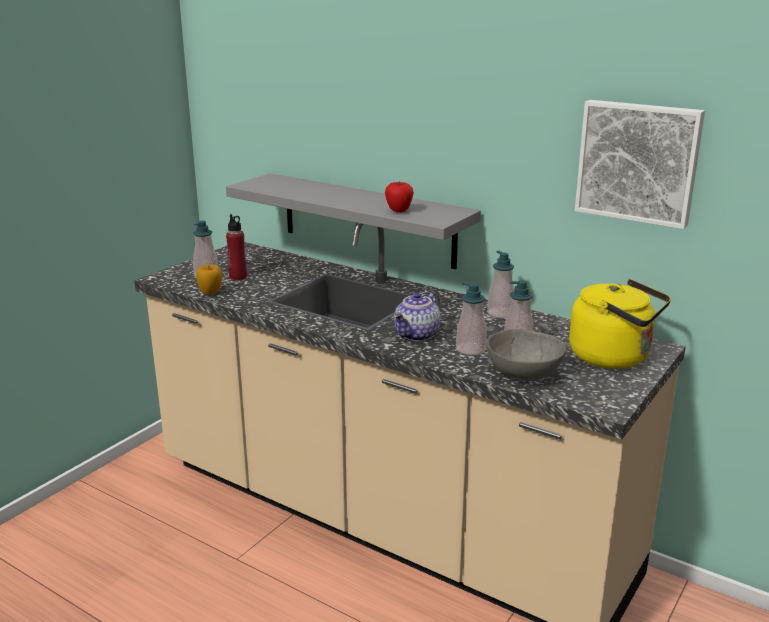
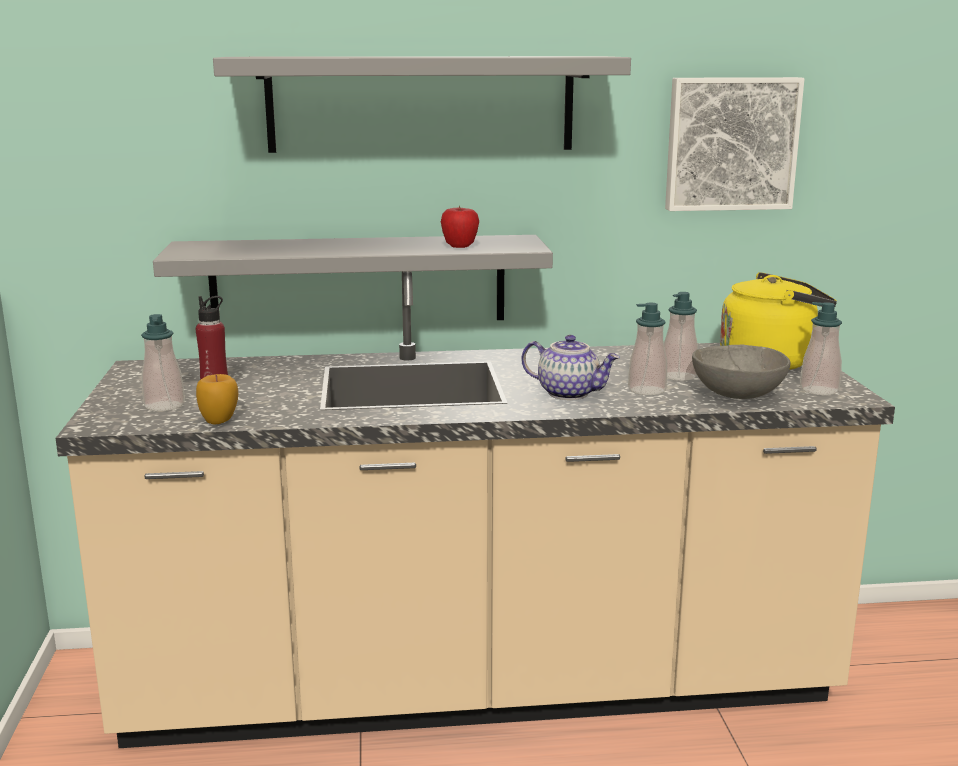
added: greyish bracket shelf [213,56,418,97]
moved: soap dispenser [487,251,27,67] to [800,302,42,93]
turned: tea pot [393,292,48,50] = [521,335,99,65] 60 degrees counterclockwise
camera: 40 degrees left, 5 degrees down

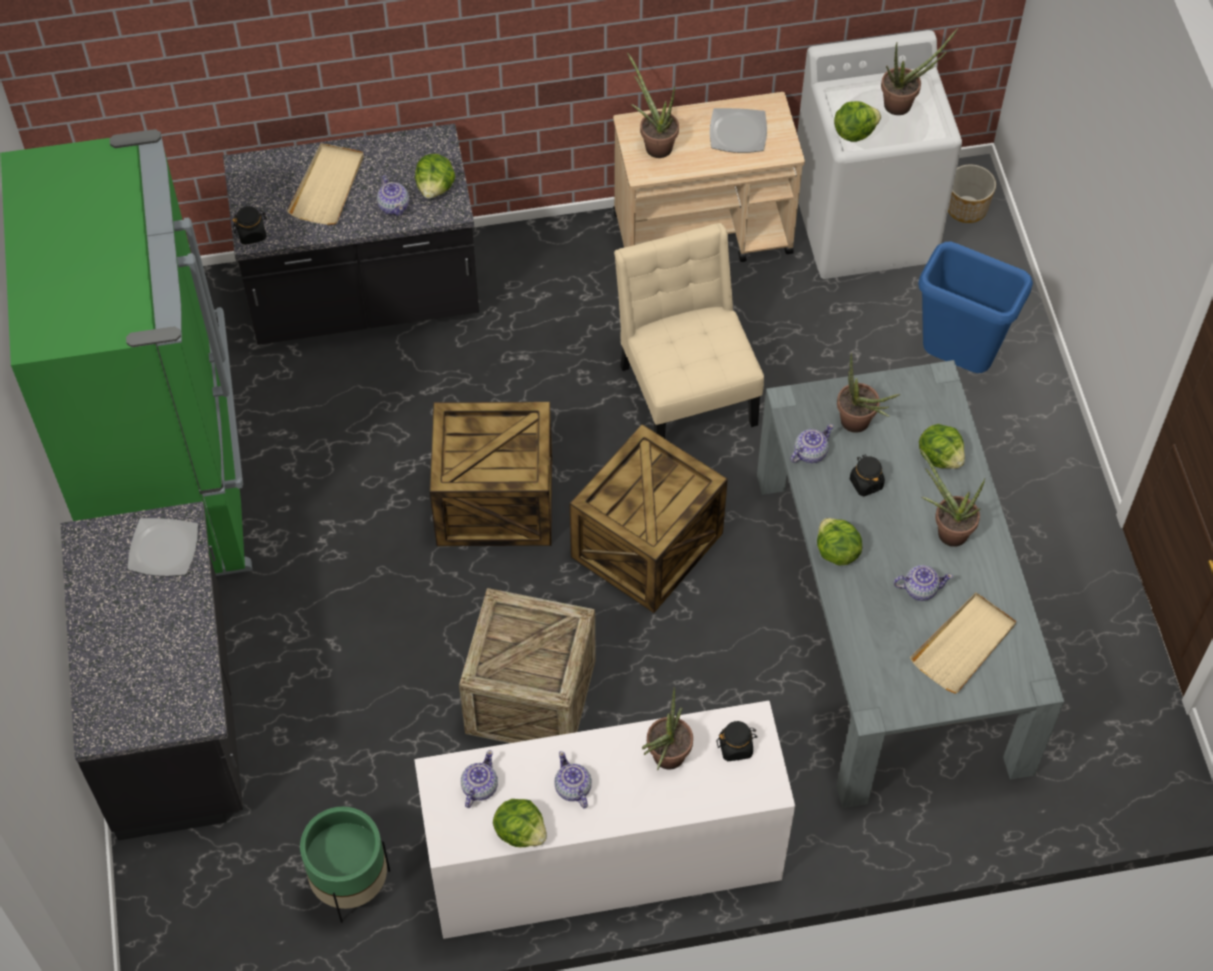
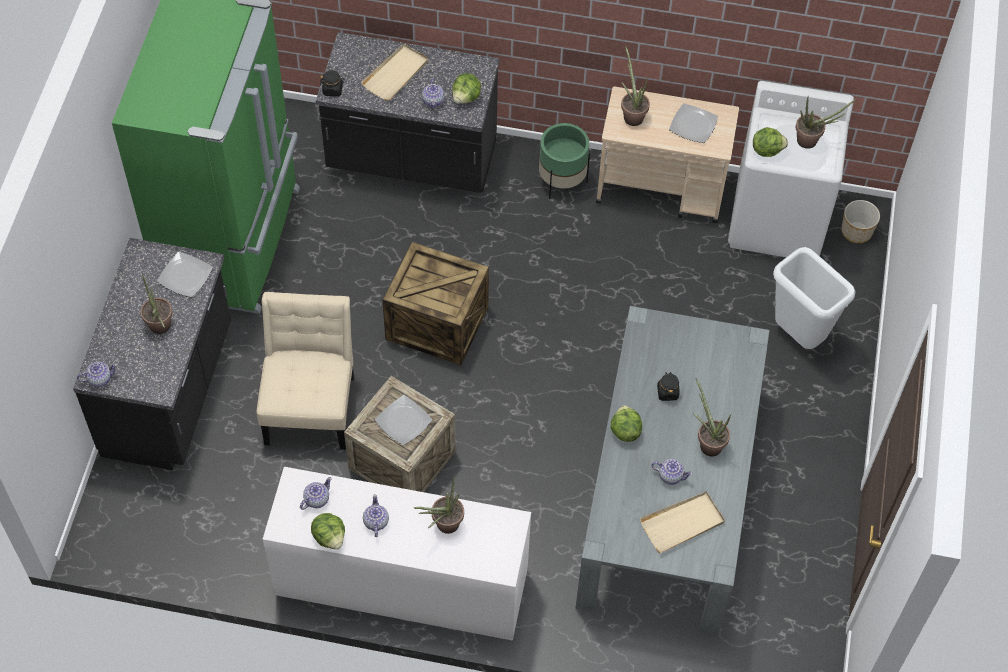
removed: crate [570,424,158,189]; head of lettuce [919,424,46,45]; blackish storage jar [717,721,41,40]
added: flat dish [375,395,57,50]
moved: beige-coloured upright chair [614,223,150,215] to [257,292,98,158]; potted plant [837,353,63,80] to [141,274,32,60]; tea pot [790,424,44,39] to [77,362,40,25]; green-coloured plant pot [300,807,90,116] to [539,123,51,76]
recoloured: blue-coloured trash can [918,242,115,131] to white-coloured trash can [773,247,83,102]
camera: 20 degrees right, 0 degrees up

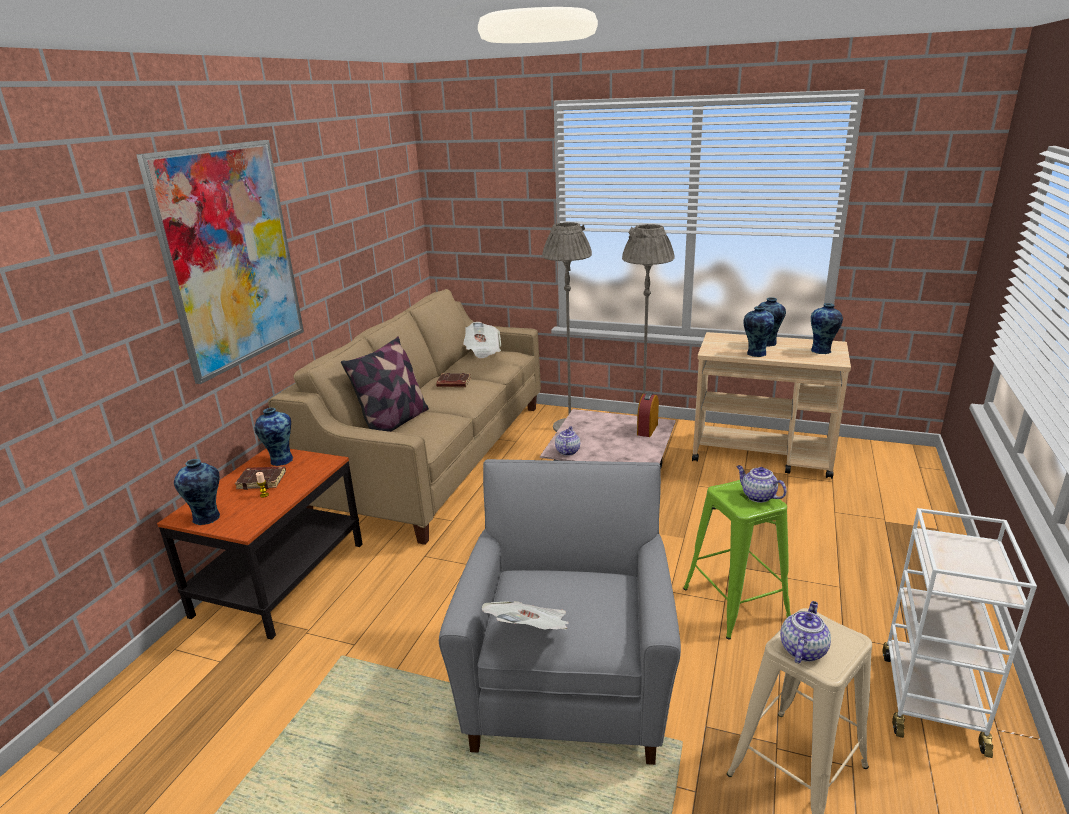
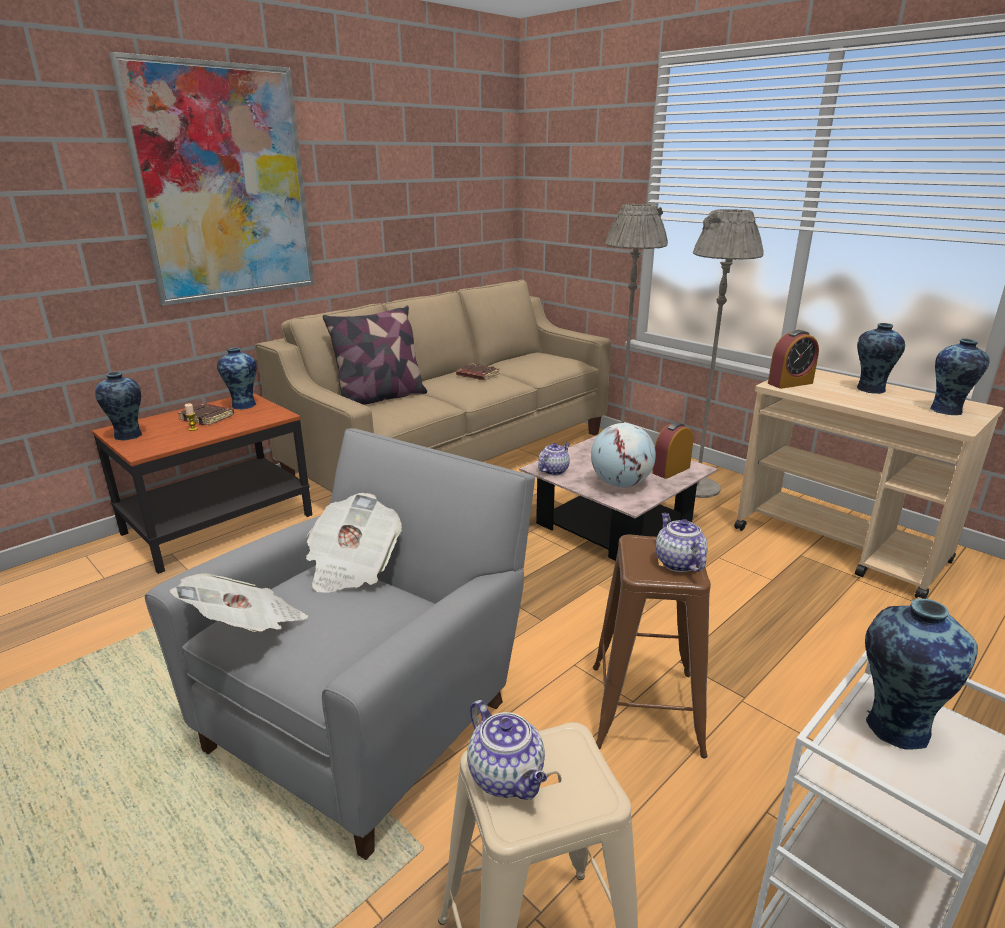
added: bedside clock [768,330,51,59]; globe [591,423,65,64]
moved: decorative vase [744,306,30,51] to [865,599,113,151]; newspaper [463,322,38,37] to [306,493,96,100]
recoloured: green-coloured sitting stool [683,480,108,160] to brown-coloured sitting stool [593,535,118,223]
turned: tea pot [780,601,51,62] = [467,700,80,100] 90 degrees clockwise
camera: 25 degrees right, 0 degrees up

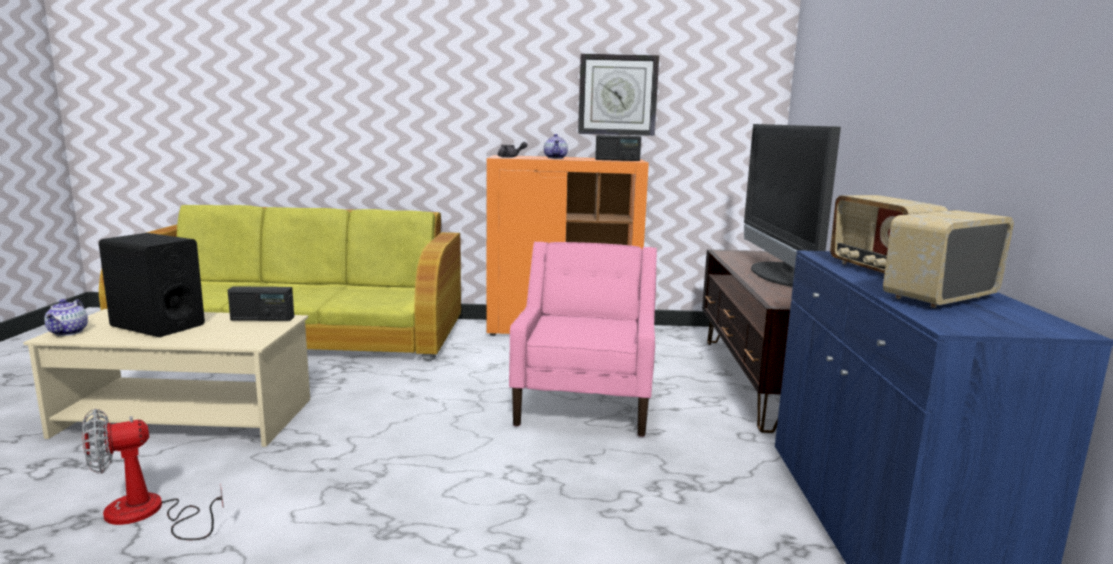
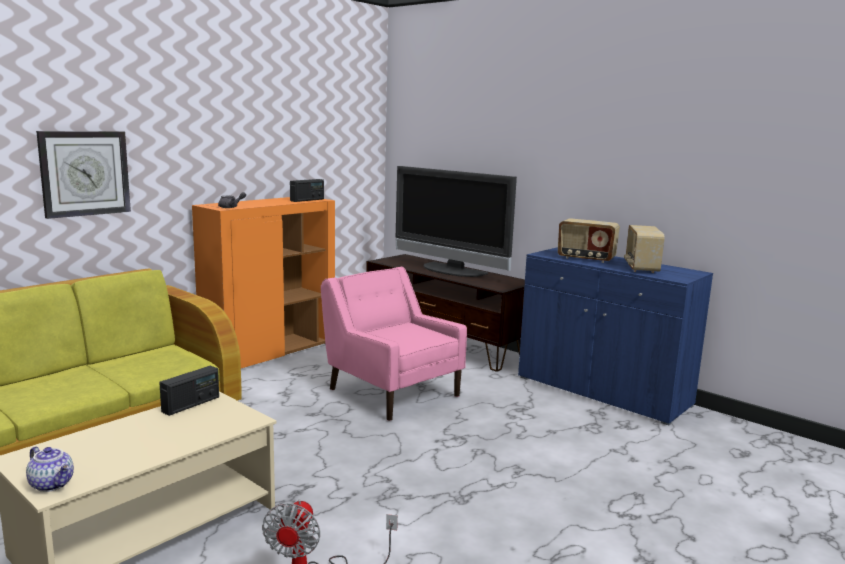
removed: tea pot [544,134,24,25]; blackish audio speaker [99,233,106,104]
moved: hanging clock [578,54,81,82] to [36,131,95,88]
camera: 50 degrees left, 0 degrees up

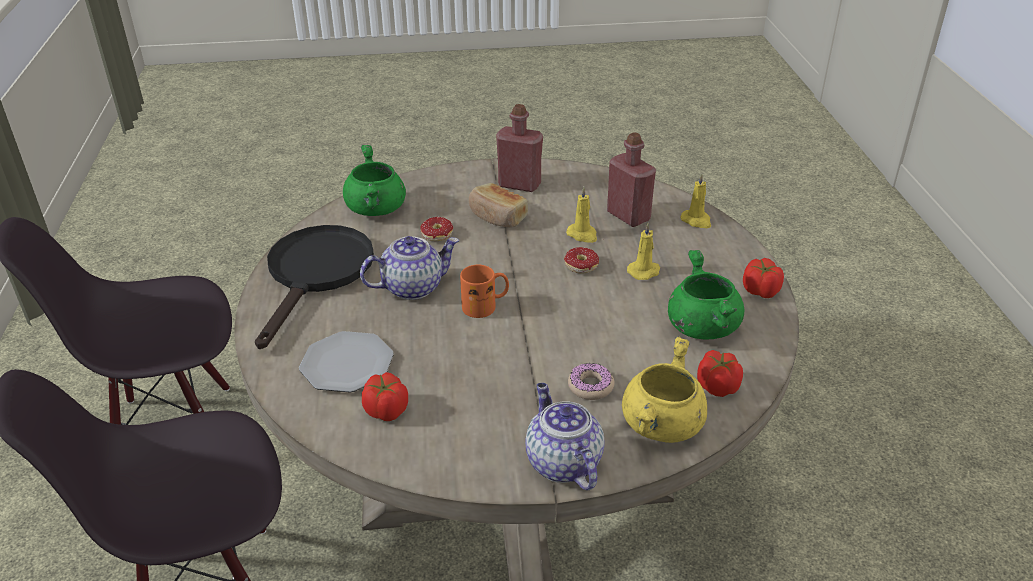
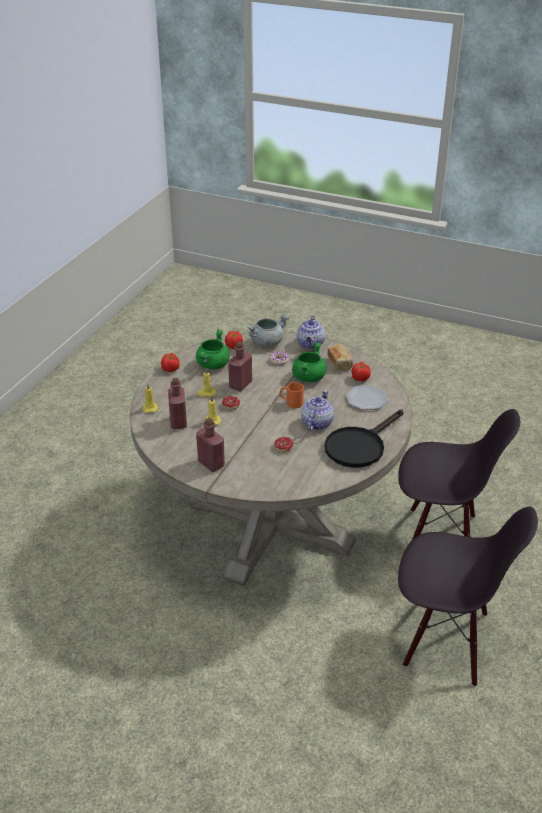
added: reddish drink bottle [228,341,24,50]
moved: green-coloured stockpot [343,145,63,71] to [292,342,34,40]; bread [469,183,59,44] to [327,344,26,27]
recoloured: yellow stockpot [622,336,85,107] to greyish stockpot [247,314,42,33]
turned: tea pot [360,236,99,64] = [301,390,33,41] 105 degrees clockwise
camera: 150 degrees left, 0 degrees up

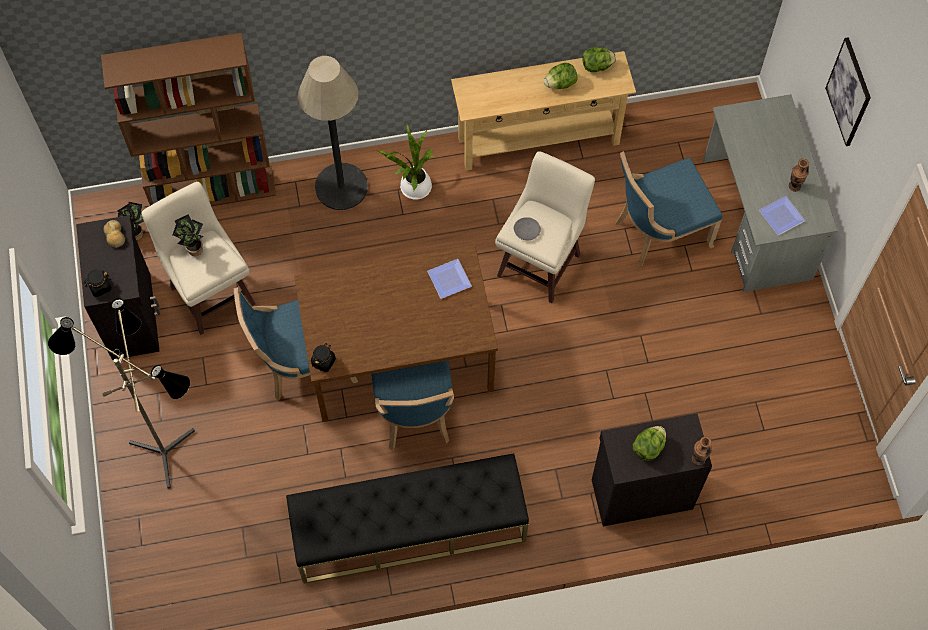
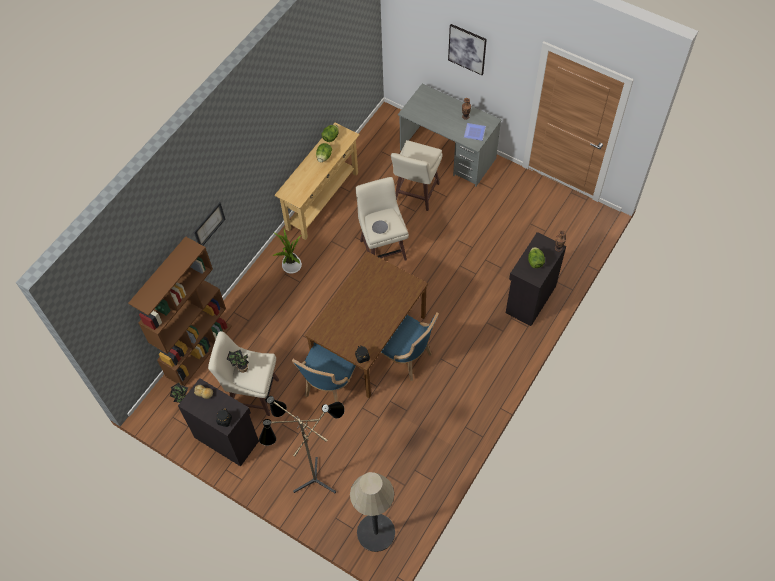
removed: flat dish [427,259,45,40]; blackish bench [286,453,243,131]
added: picture [194,202,31,44]
moved: floor lamp [298,56,70,154] to [350,472,45,80]
replaced: blue-coloured upright chair [616,151,106,116] to beige-coloured sitting stool [391,140,52,71]
camera: 45 degrees left, 5 degrees down

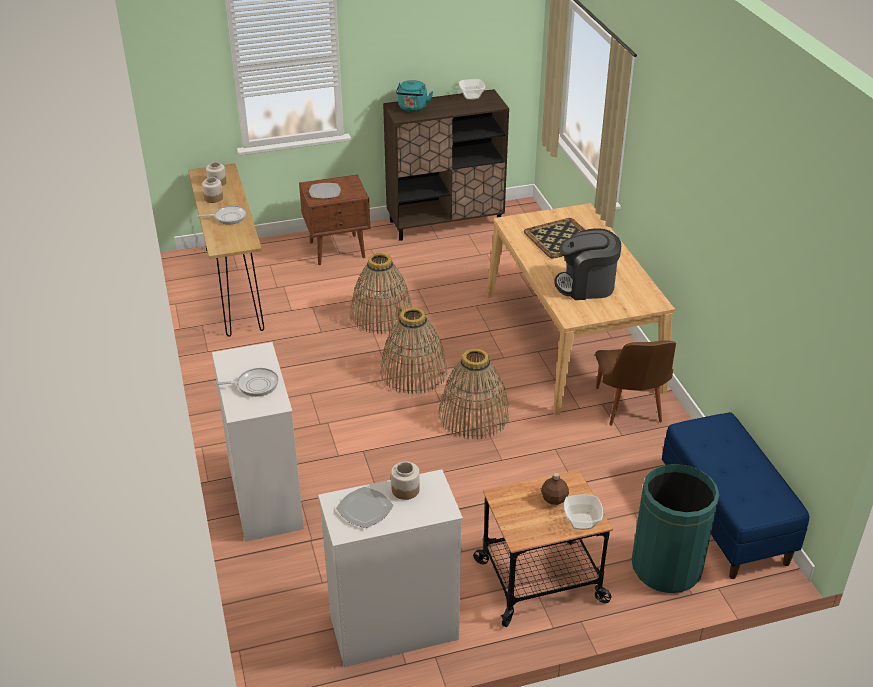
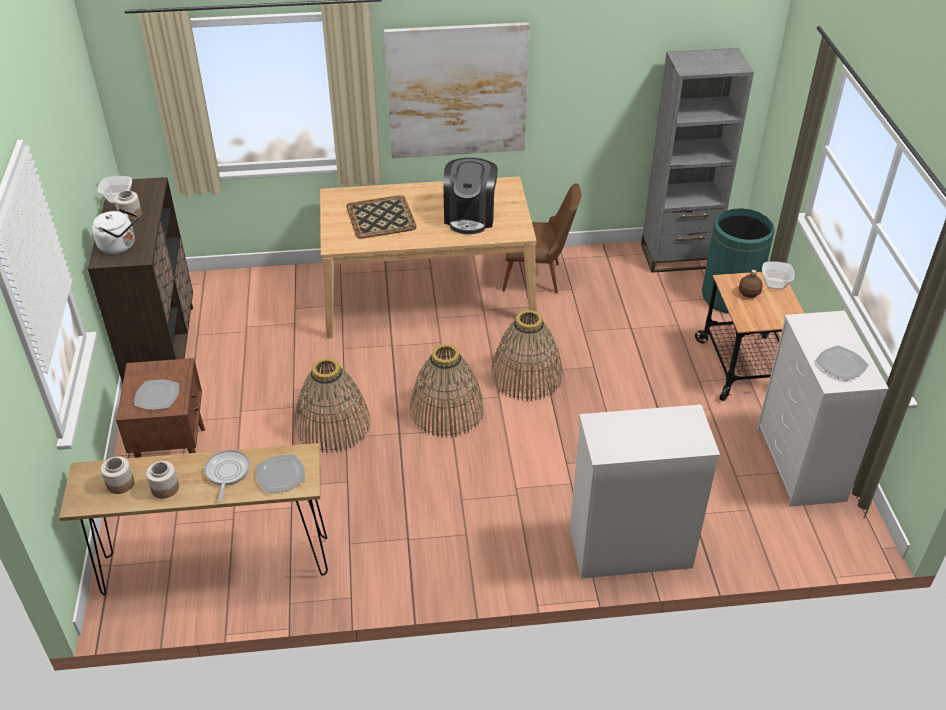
removed: pan [214,368,65,29]
added: picture [384,22,146,136]; flat dish [256,454,49,39]
moved: storage jar [391,462,29,38] to [114,190,28,31]
replaced: blue-coloured bench [662,412,147,167] to greyish bookshelf [641,48,113,225]
recoloured: turquoise-coloured water kettle [396,80,37,32] to white-coloured water kettle [92,208,46,46]
camera: 80 degrees left, 5 degrees up

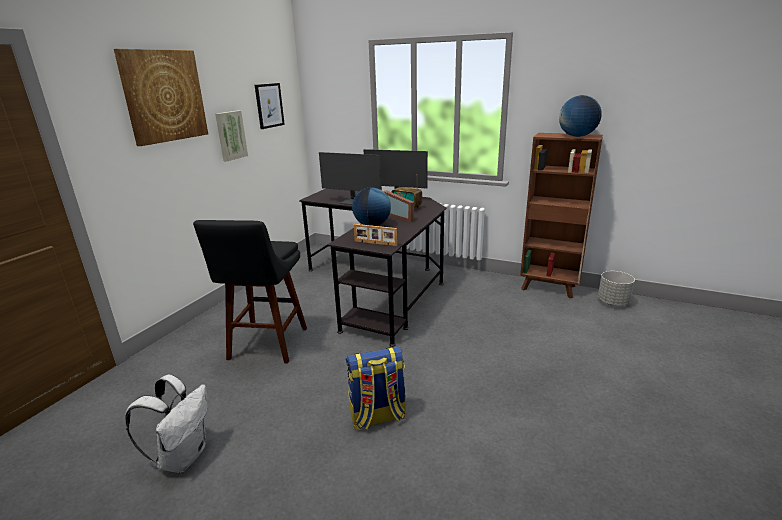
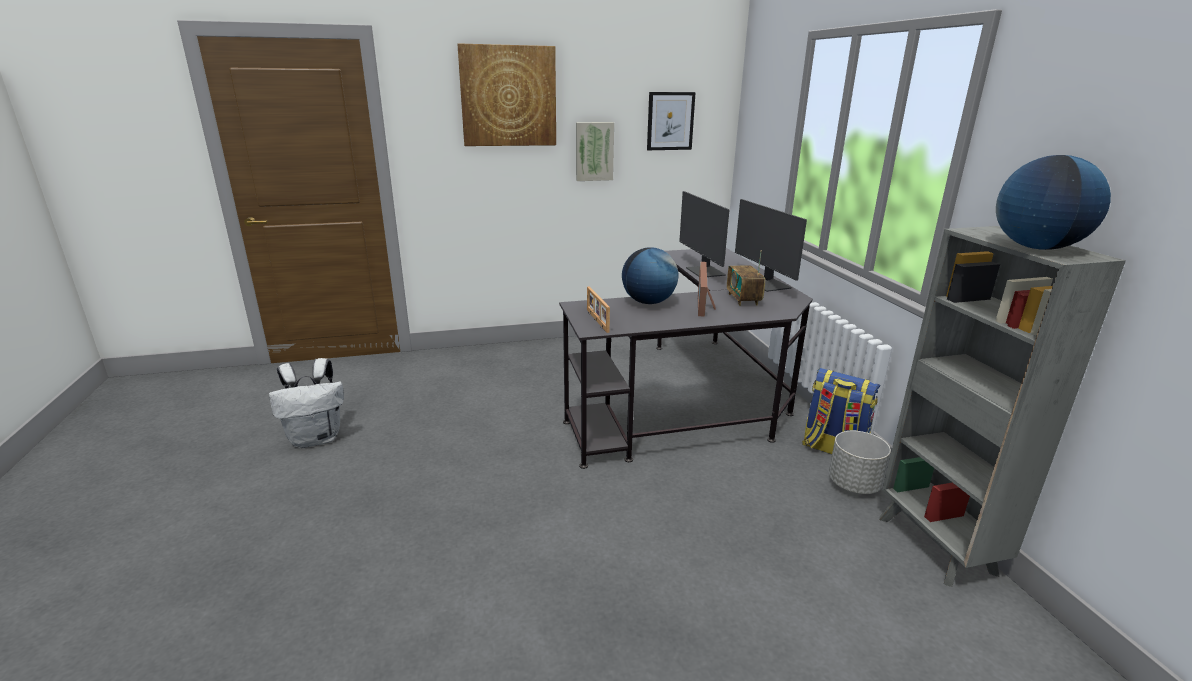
removed: blackish sitting stool [193,220,114,143]
moved: greyish plant pot [598,271,37,35] to [829,431,62,63]; knapsack [346,346,61,84] to [802,368,78,86]
recoloured: brown-coloured bookshelf [520,133,83,165] to greyish bookshelf [879,226,247,361]
camera: 50 degrees right, 0 degrees up

